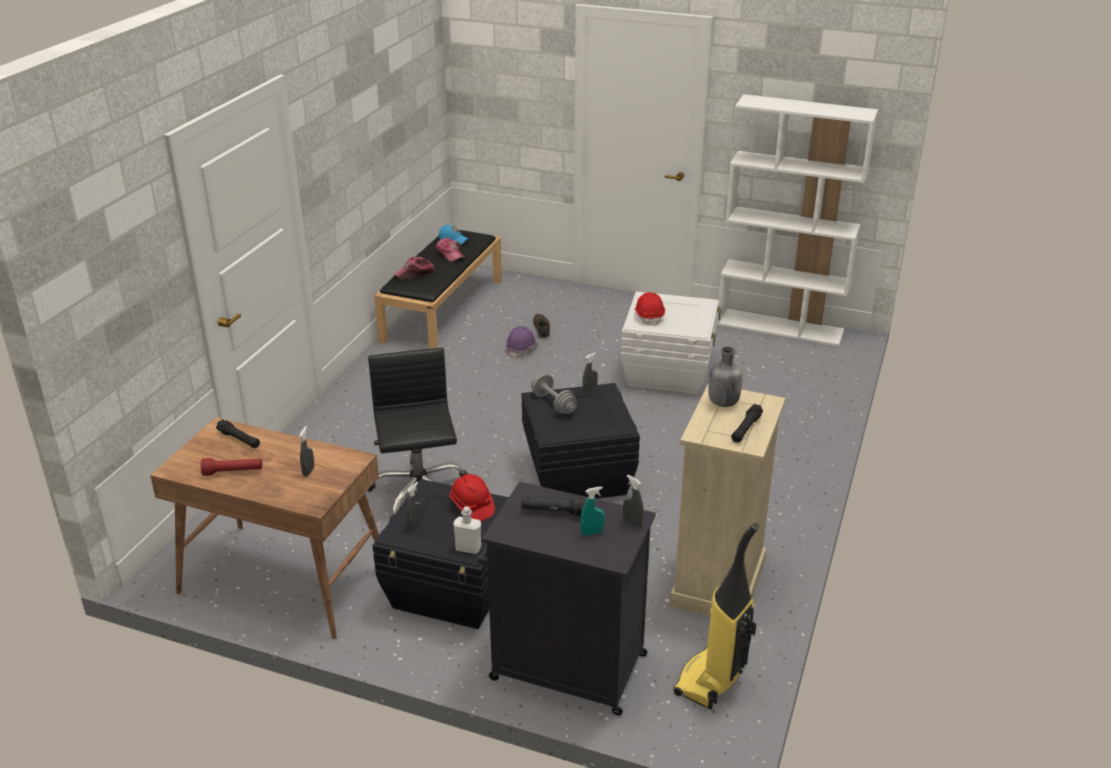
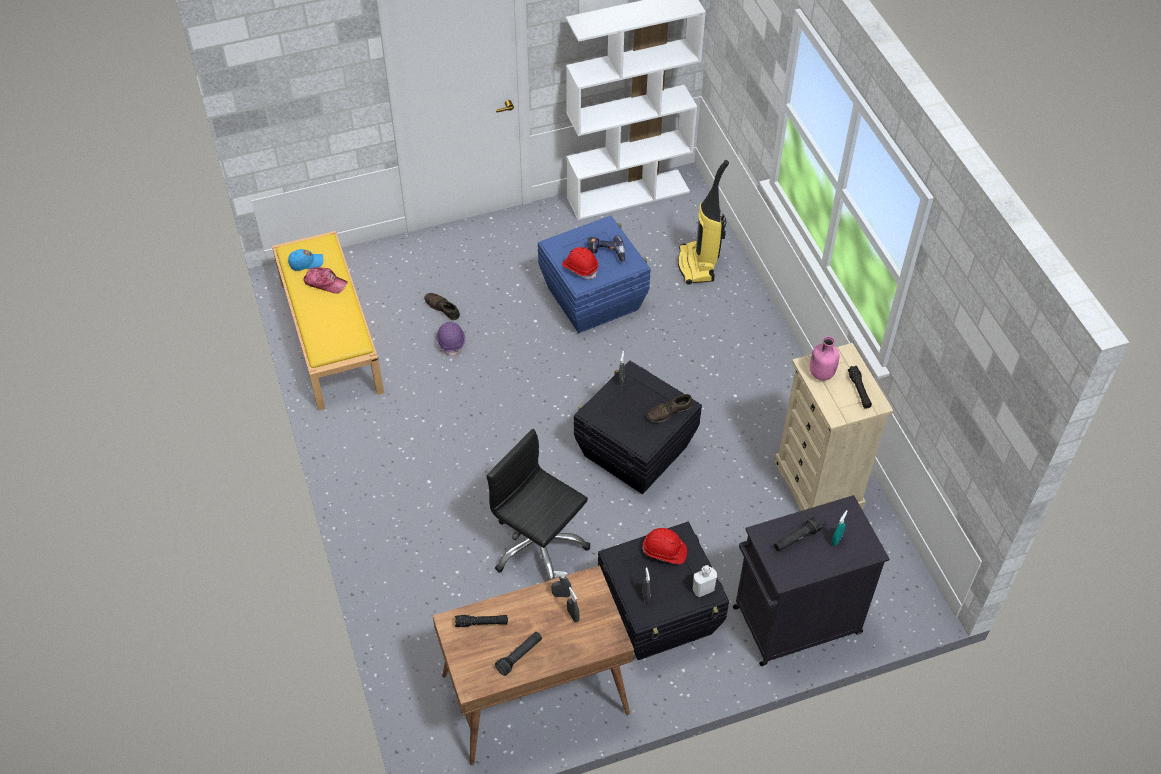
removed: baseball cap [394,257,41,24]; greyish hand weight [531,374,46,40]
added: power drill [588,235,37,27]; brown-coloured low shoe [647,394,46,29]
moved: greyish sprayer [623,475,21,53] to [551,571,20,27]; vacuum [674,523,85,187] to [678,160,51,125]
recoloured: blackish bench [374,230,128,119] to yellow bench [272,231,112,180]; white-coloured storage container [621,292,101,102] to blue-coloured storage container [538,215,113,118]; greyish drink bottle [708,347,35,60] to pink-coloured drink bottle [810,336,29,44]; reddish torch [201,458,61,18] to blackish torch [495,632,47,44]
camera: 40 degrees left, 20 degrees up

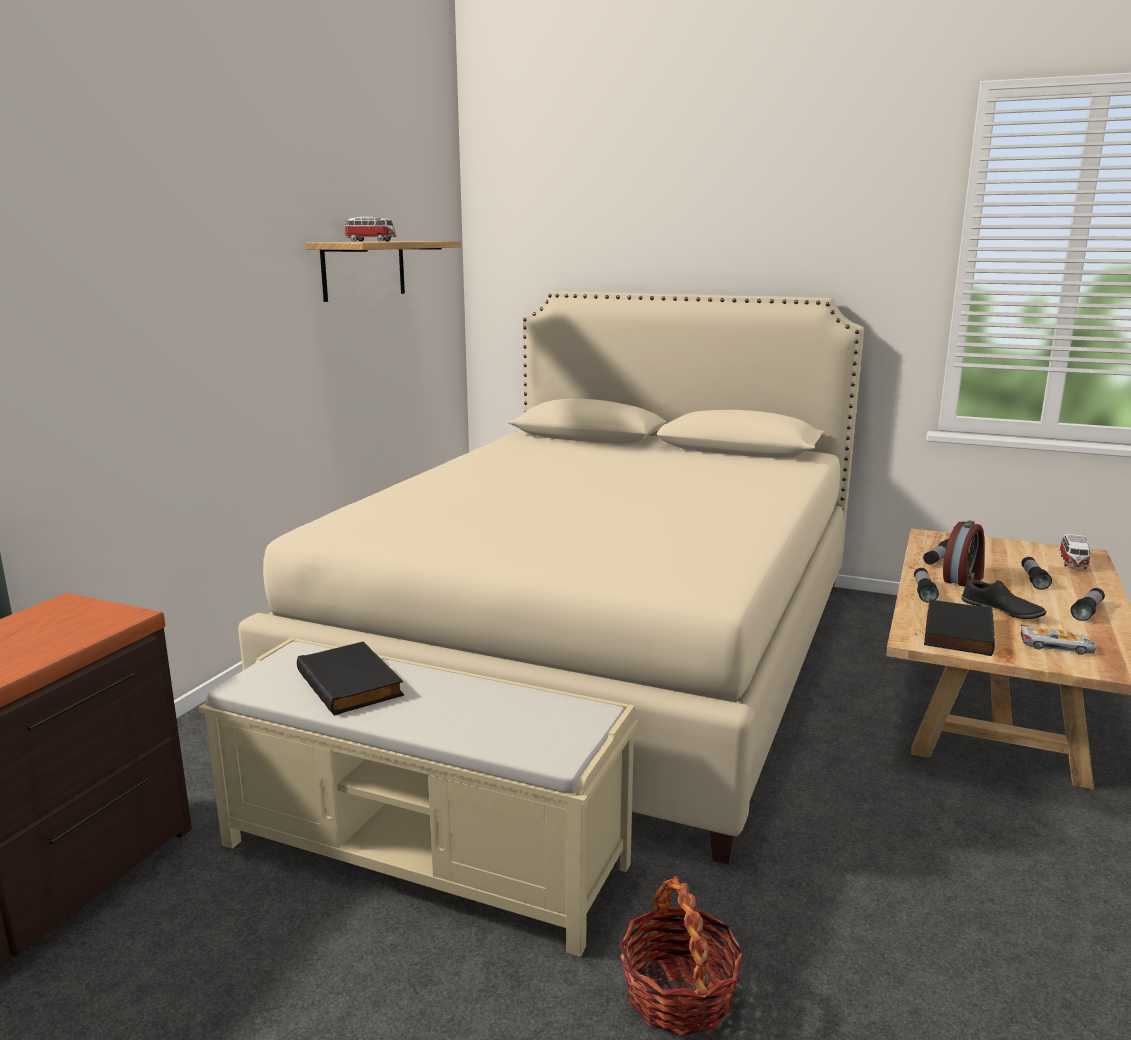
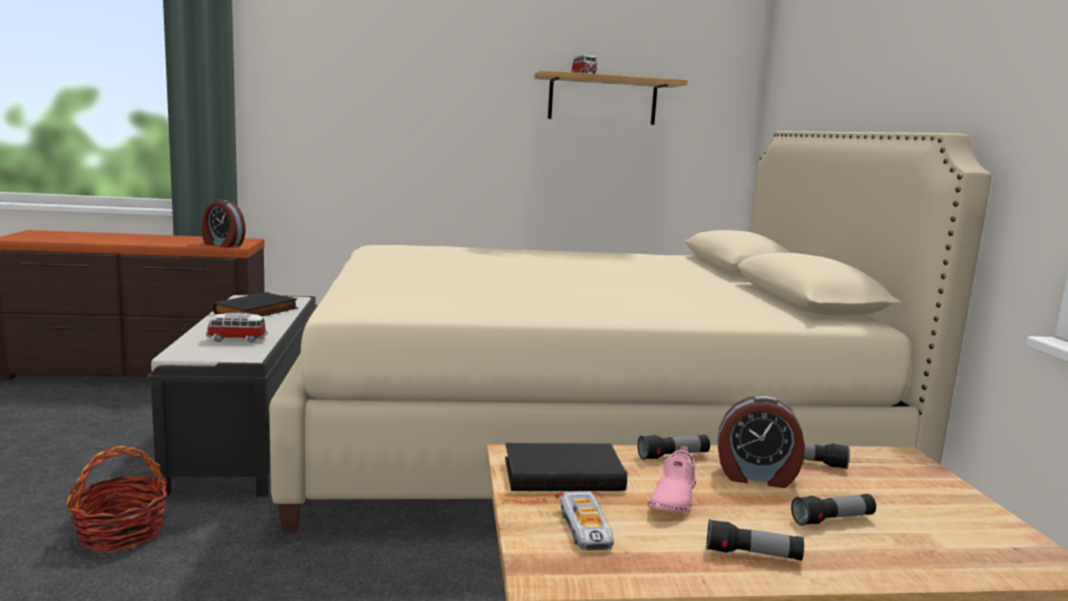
added: bedside clock [202,200,44,48]
moved: toy car [1059,534,33,35] to [206,313,61,30]
recoloured: blackish low shoe [961,575,85,44] to pink-coloured low shoe [648,445,48,68]; beige-coloured bench [199,638,440,319] to blackish bench [146,295,172,202]
camera: 60 degrees right, 5 degrees down

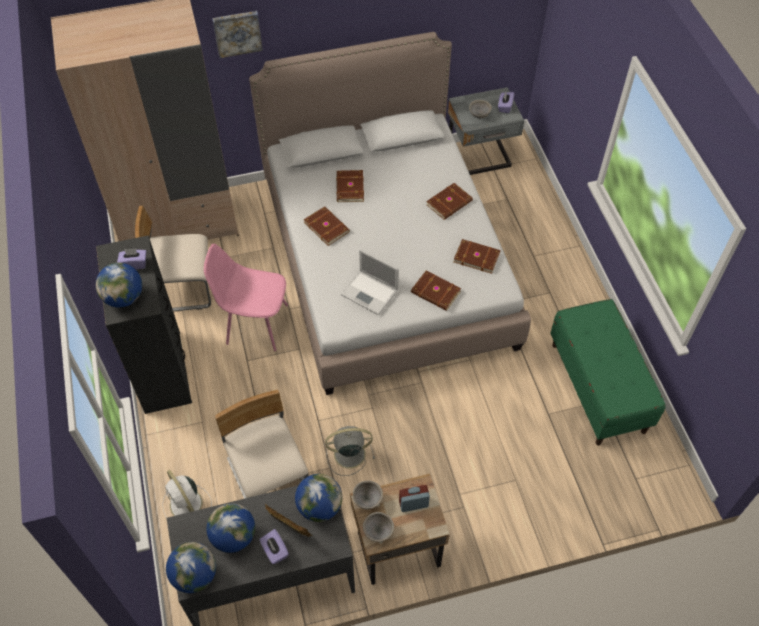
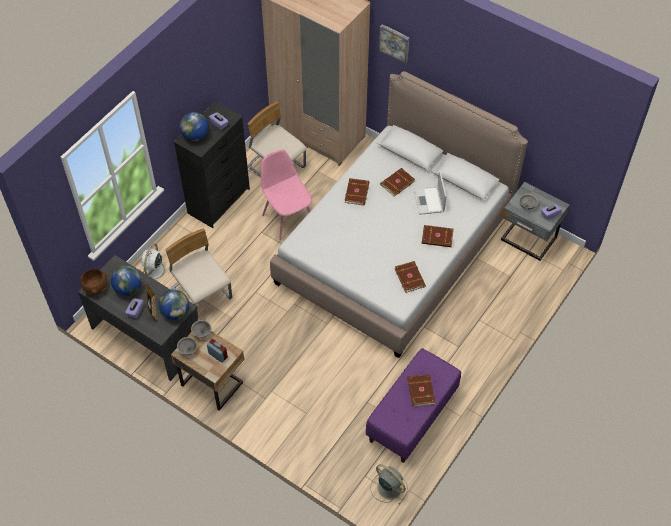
moved: notebook computer [341,249,58,66] to [414,171,33,44]; brown-coloured bound book [411,271,50,40] to [407,374,28,33]; greyish electric fan [325,426,50,50] to [370,464,38,41]
replaced: globe [166,542,50,51] to brown-coloured serving bowl [80,269,27,26]
recoloured: green-coloured bench [550,299,116,146] to purple-coloured bench [366,348,95,115]
turned: beige-coloured upright chair [215,390,93,109] = [166,228,66,90] 60 degrees counterclockwise
camera: 50 degrees right, 0 degrees up

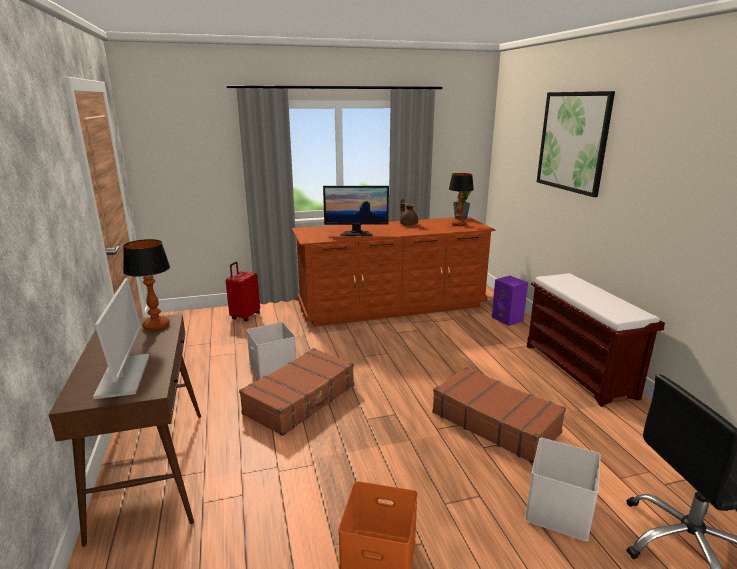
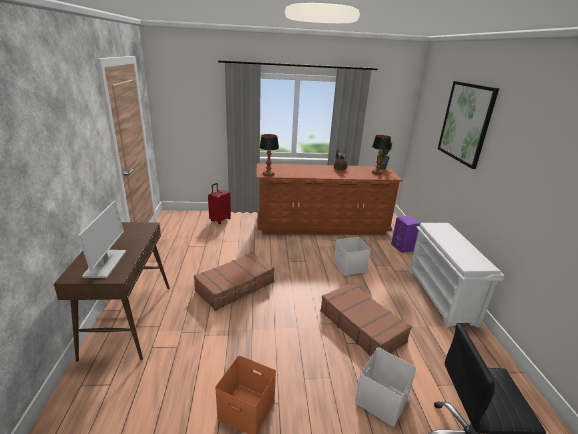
removed: computer display [323,186,66,50]
moved: lamp for a table [123,239,47,92] to [259,134,20,42]; white-coloured storage container [246,322,50,58] to [334,237,37,39]
recoloured: brown-coloured bench [527,273,138,134] to white-coloured bench [409,223,95,105]
camera: 10 degrees right, 5 degrees up

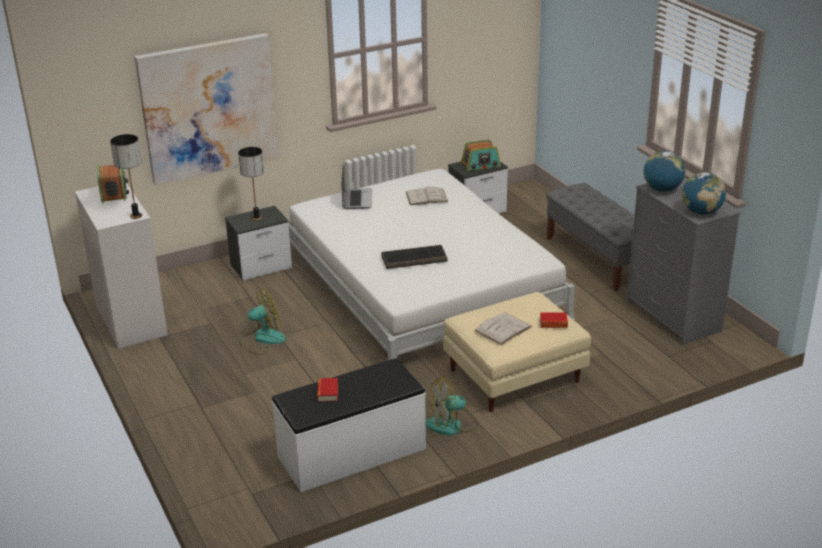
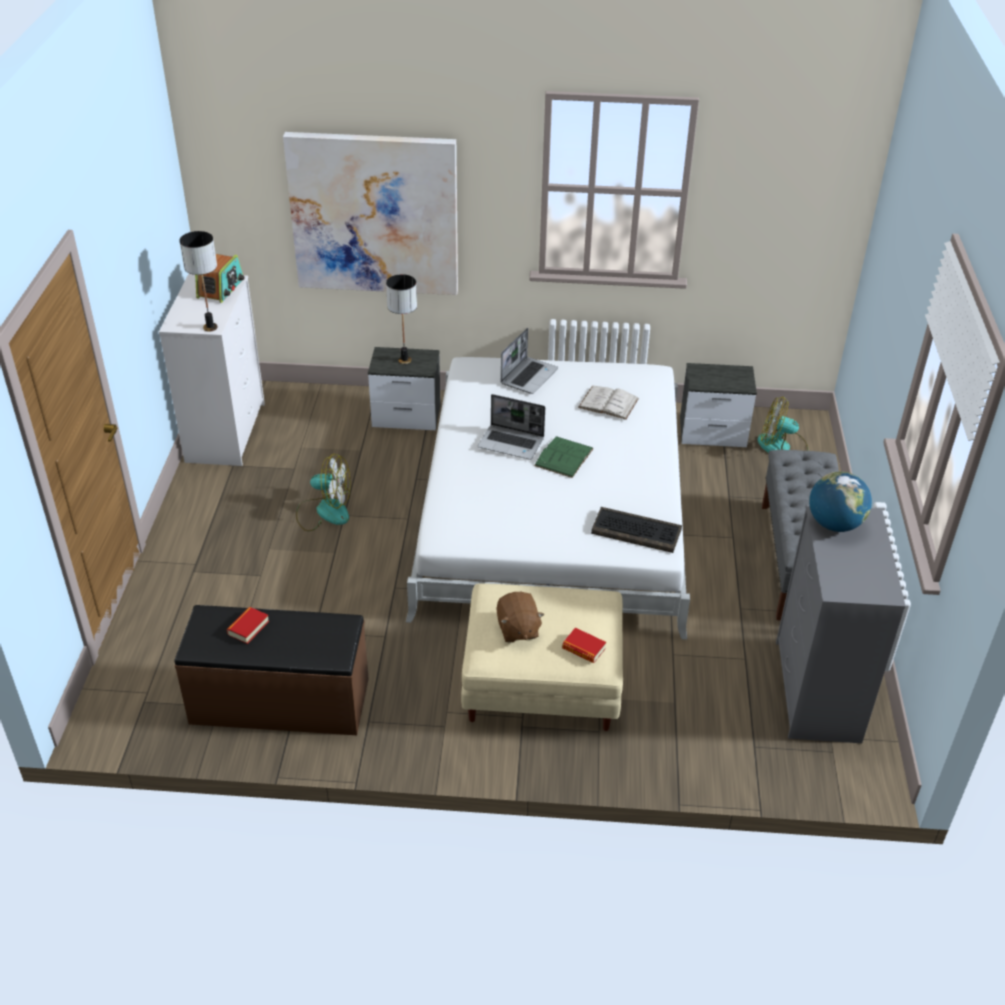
removed: radio receiver [461,139,40,32]; globe [682,172,44,43]
added: notebook computer [478,394,67,66]; green-coloured bound book [534,436,60,42]
moved: computer keyboard [381,245,66,24] to [591,507,91,46]; electric fan [426,377,52,59] to [757,396,51,57]
replaced: white-coloured bound book [474,313,58,32] to brown-coloured cuddly toy [496,592,48,51]
recoloured: white-coloured bench [272,358,154,134] to brown-coloured bench [174,605,195,130]
camera: 30 degrees right, 10 degrees up

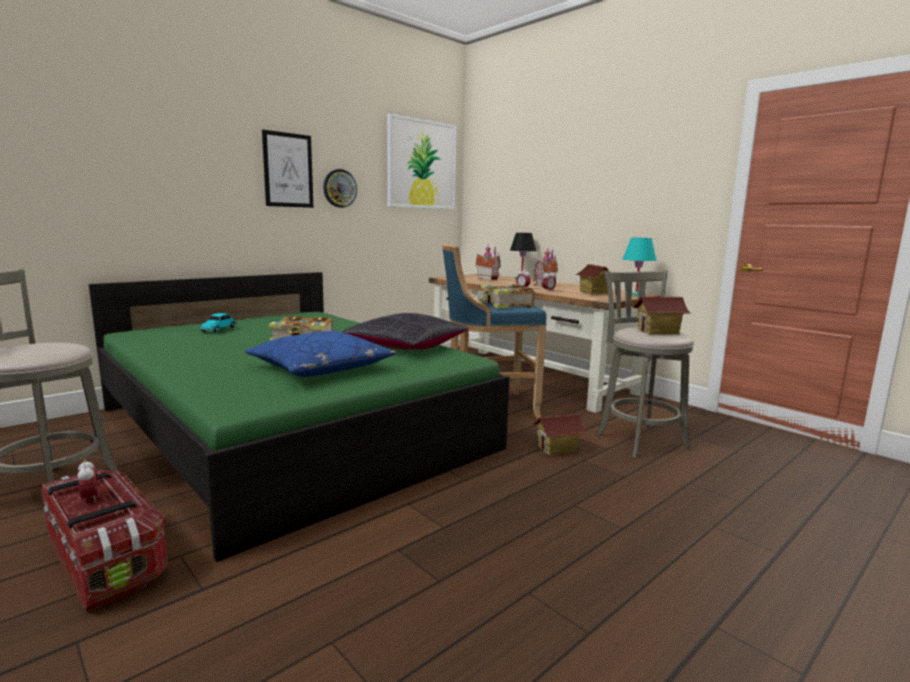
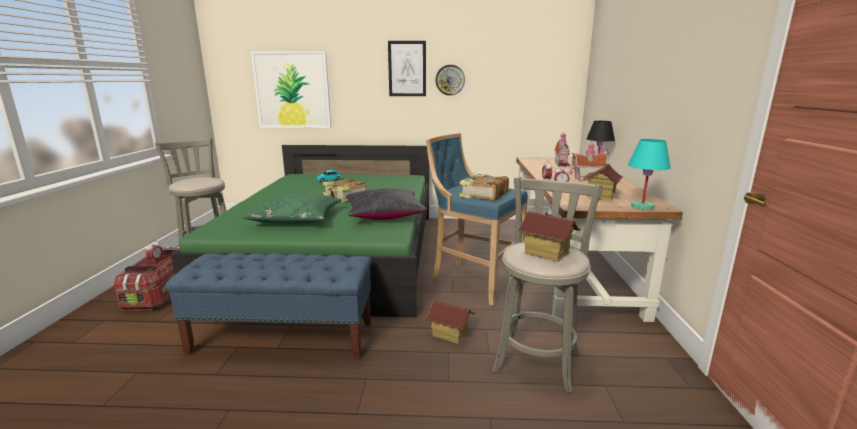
added: blue-coloured bench [165,253,206,106]
moved: picture [387,113,70,96] to [251,51,80,77]
recoloured: blue-coloured pillow [245,331,152,46] to green-coloured pillow [243,194,99,30]
camera: 45 degrees right, 5 degrees up

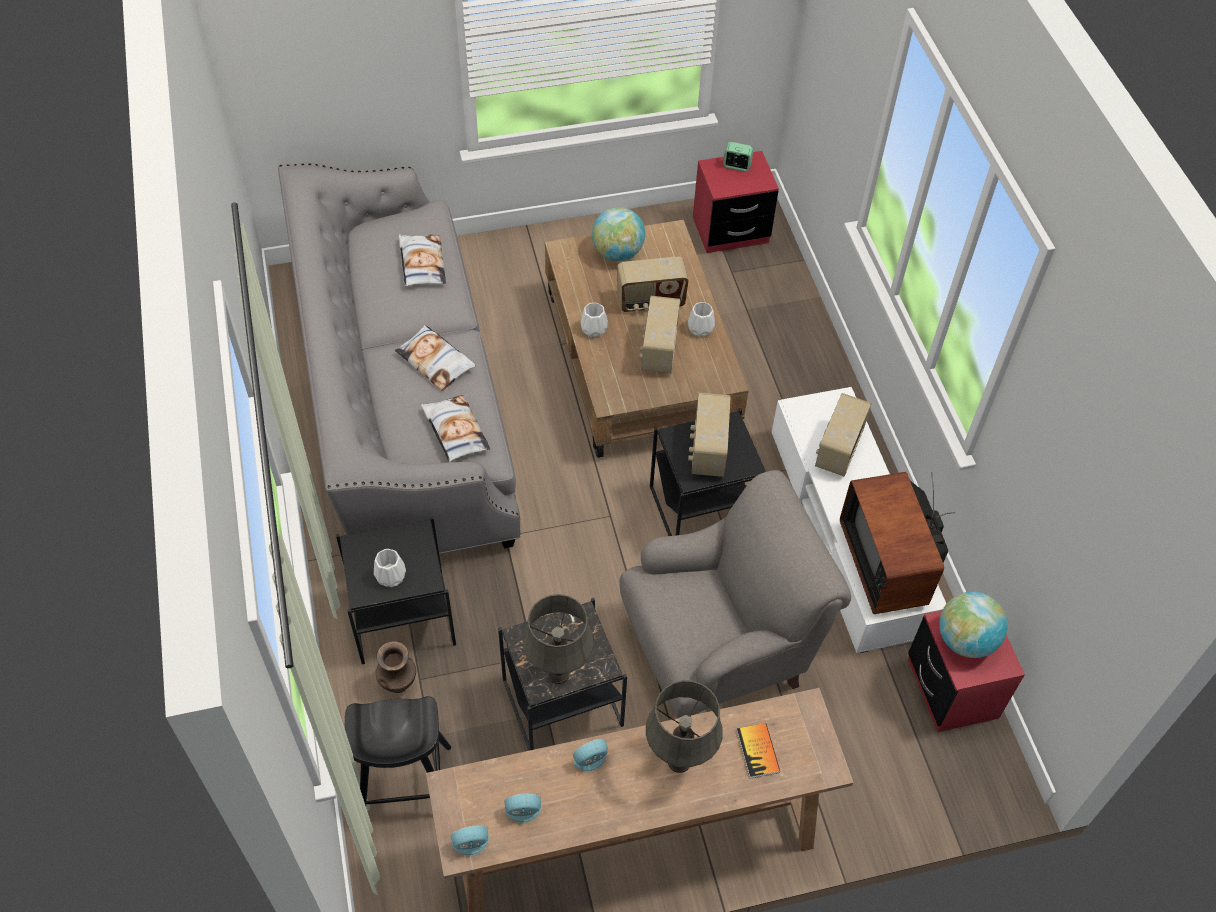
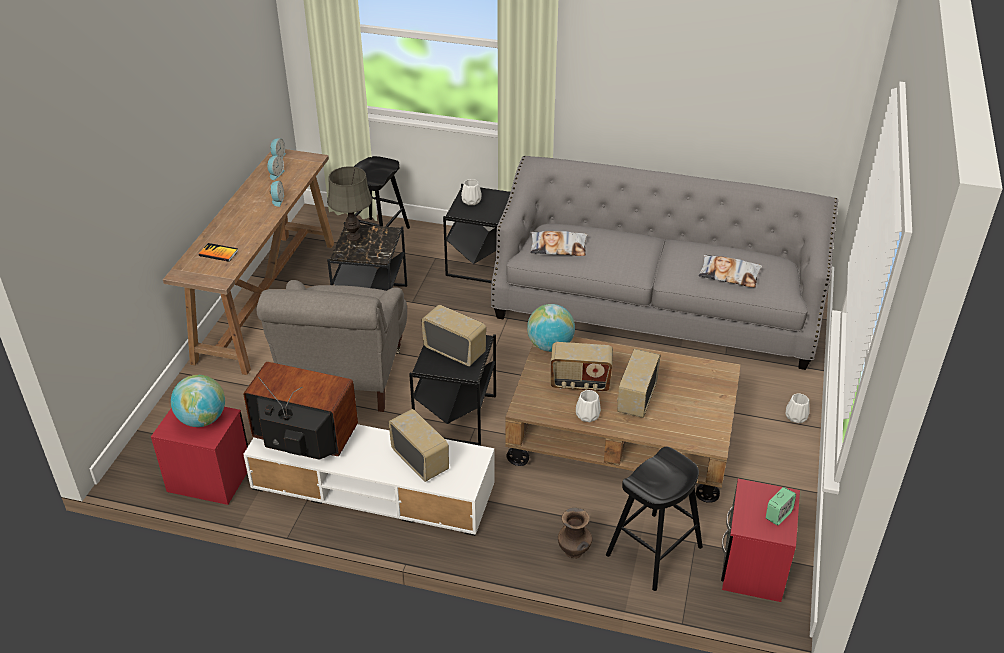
removed: pillow [395,325,81,66]; greyish lamp for a table [646,680,77,93]
added: blackish sitting stool [606,447,97,144]
moved: globe [592,207,53,54] to [527,304,48,48]; white-coloured decorative vase [581,303,27,34] to [785,394,25,29]; brown-coloured decorative vase [376,641,40,52] to [558,508,34,51]
turned: radio receiver [639,296,41,78] = [551,342,62,50] 150 degrees clockwise
camera: 120 degrees right, 15 degrees down

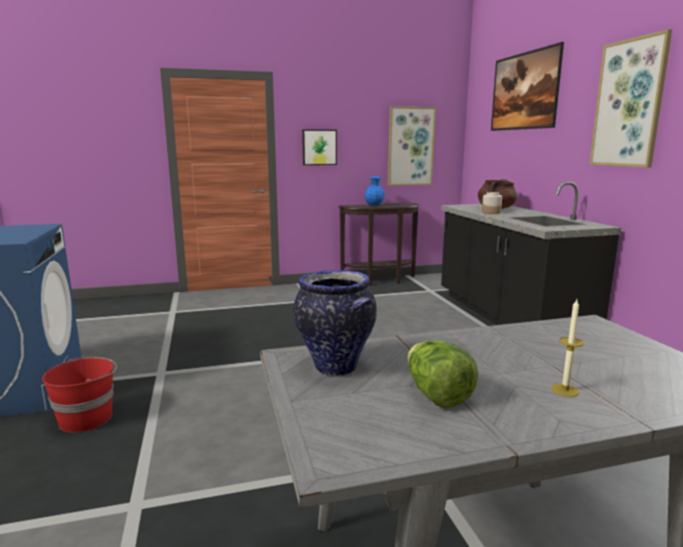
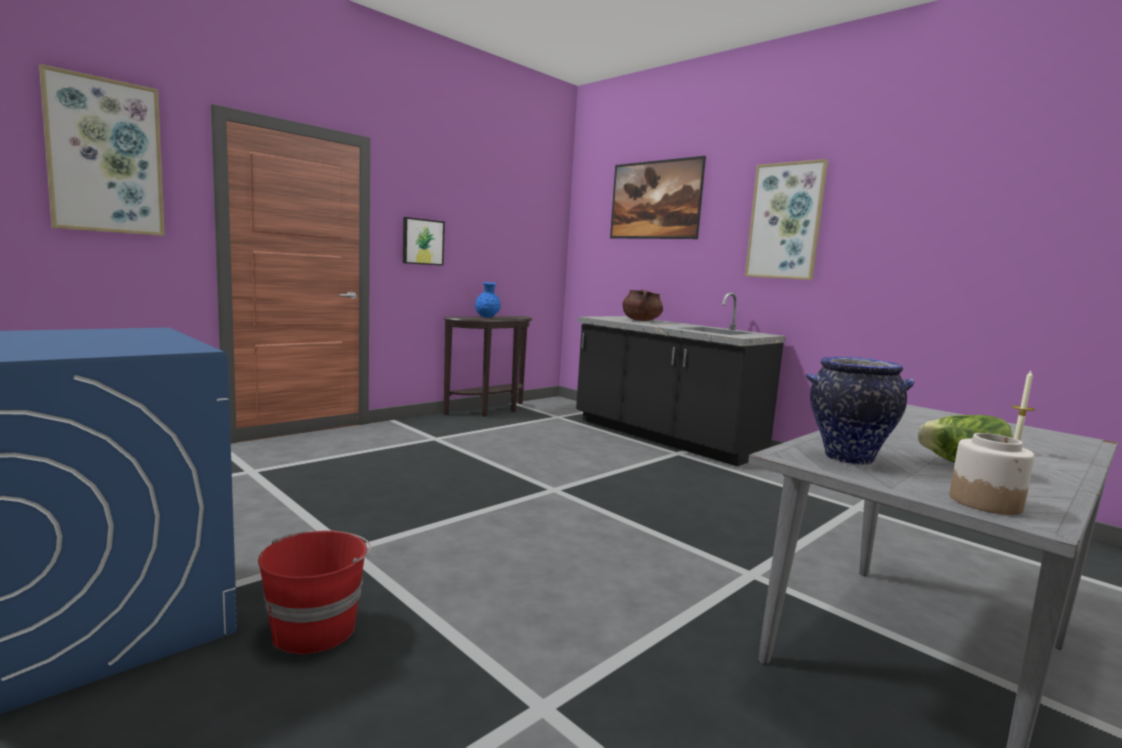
moved: picture [388,106,48,80] to [39,64,126,172]; storage jar [482,192,20,22] to [950,433,85,82]
camera: 30 degrees left, 5 degrees down

